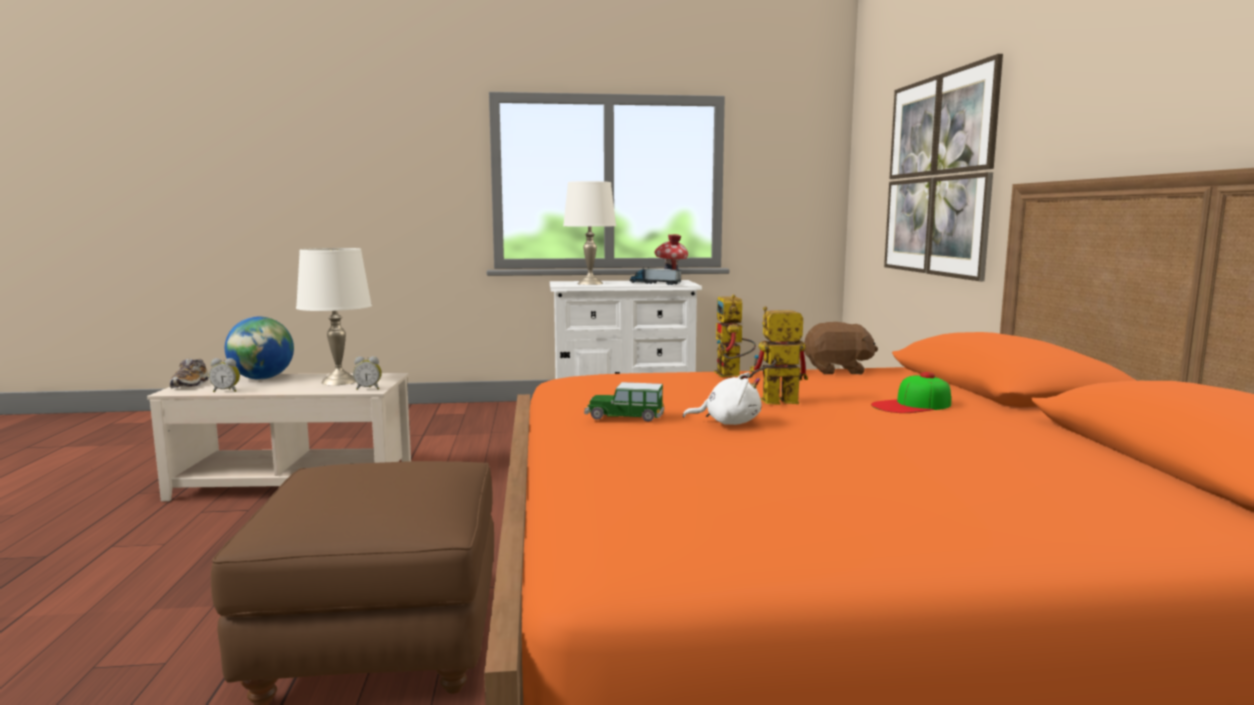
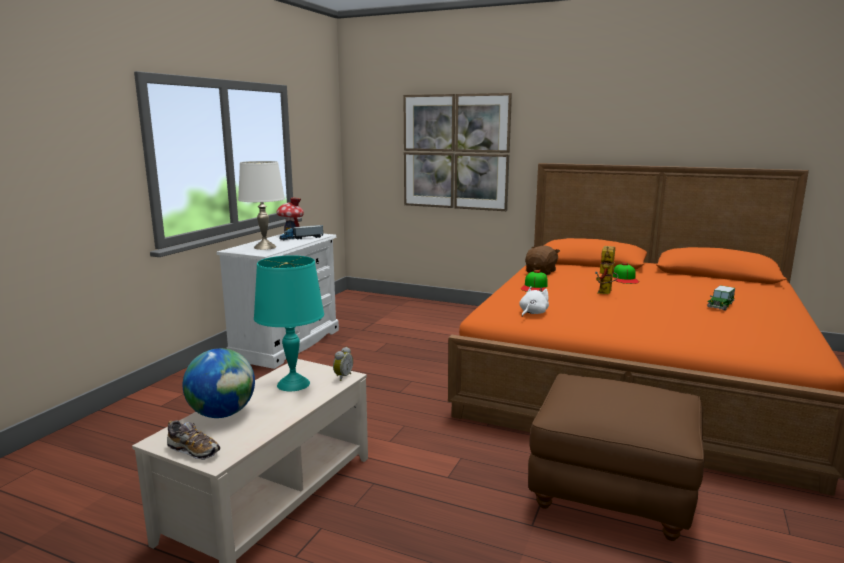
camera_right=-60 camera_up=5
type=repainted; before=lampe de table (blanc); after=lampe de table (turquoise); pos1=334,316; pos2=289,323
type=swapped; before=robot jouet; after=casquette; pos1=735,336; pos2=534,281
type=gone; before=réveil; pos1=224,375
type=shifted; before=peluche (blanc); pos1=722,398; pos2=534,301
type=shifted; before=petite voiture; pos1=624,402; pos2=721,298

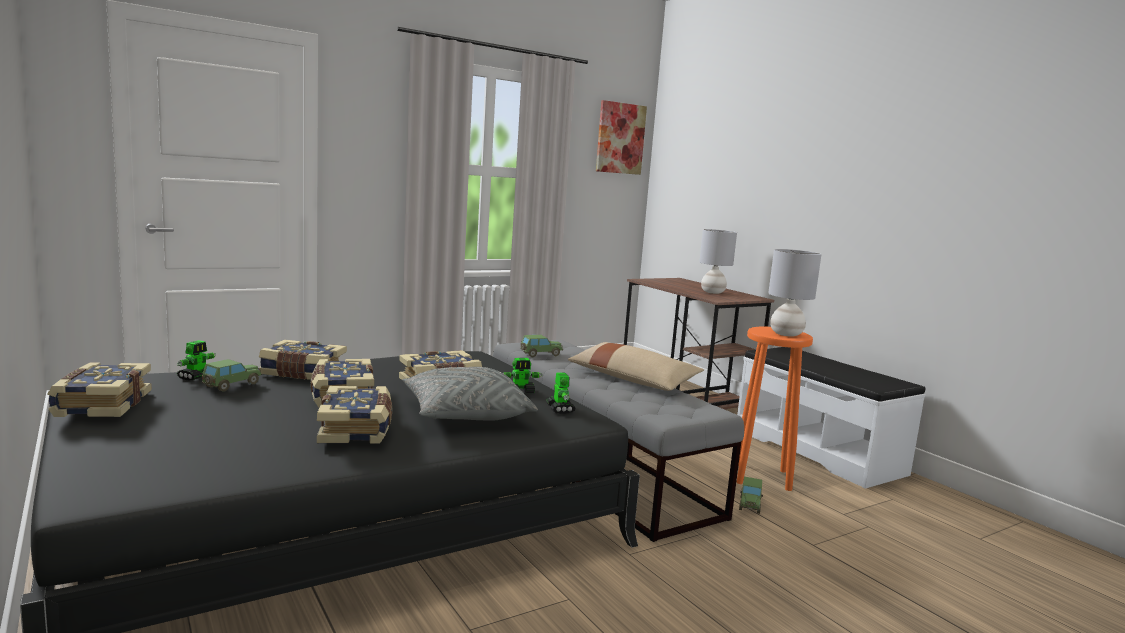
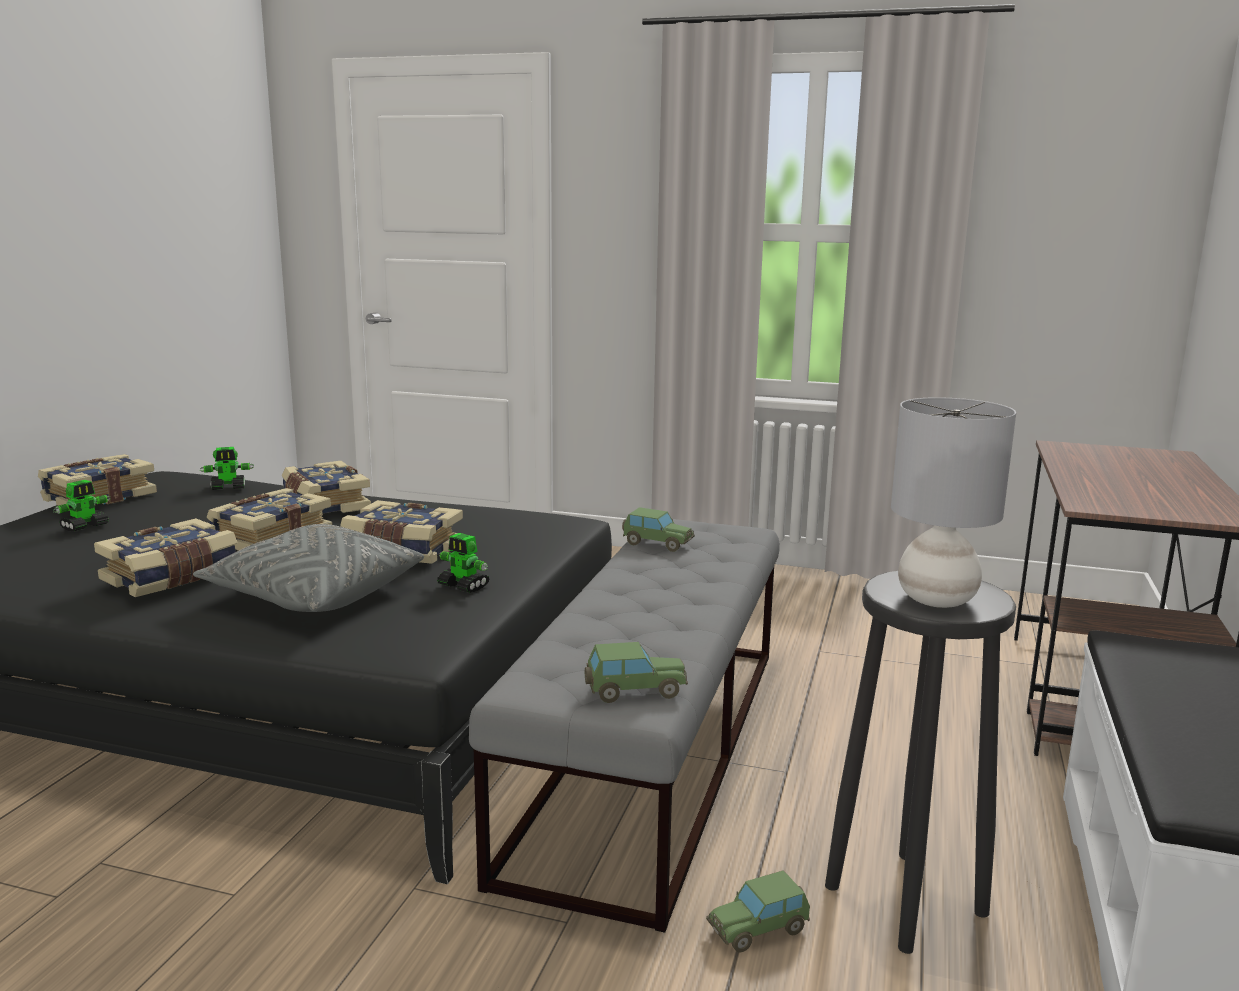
camera_right=50 camera_up=5
type=gone; before=tableau; pos1=621,137
type=gone; before=lampe de table (gris); pos1=718,261
type=repainted; before=tabouret (orange); after=tabouret (noir); pos1=775,408; pos2=920,762
type=gone; before=coussin (beige); pos1=636,366
type=shifted; before=petite voiture; pos1=232,375; pos2=636,672
type=shifted; before=robot jouet; pos1=561,393; pos2=82,505

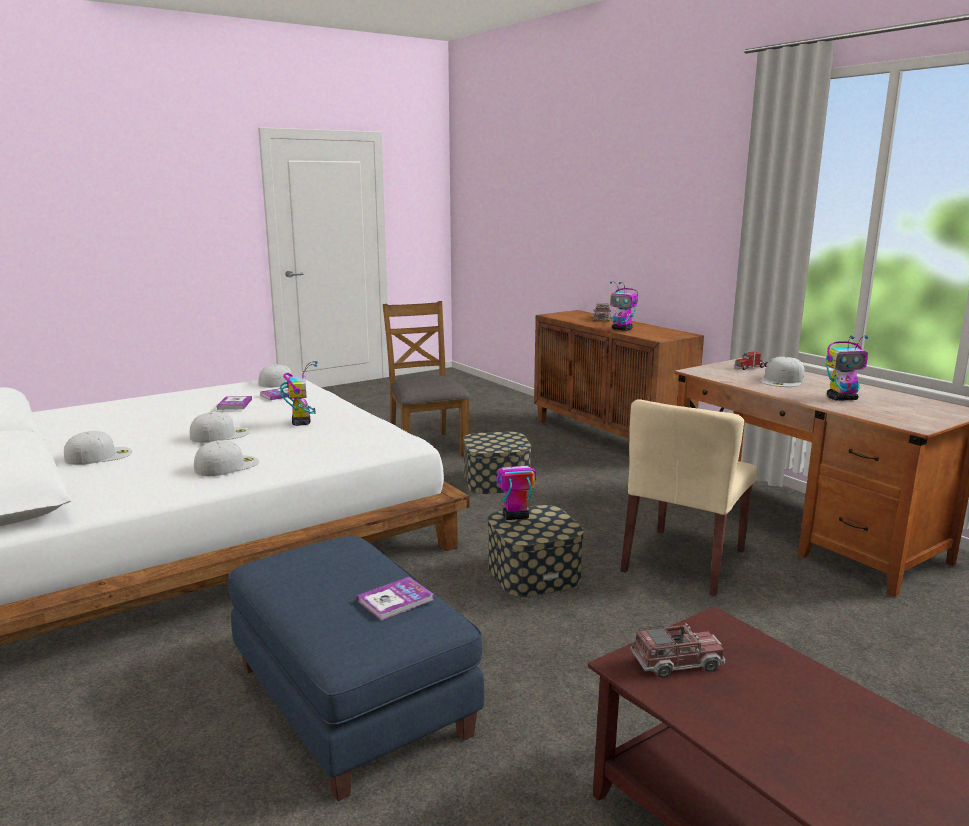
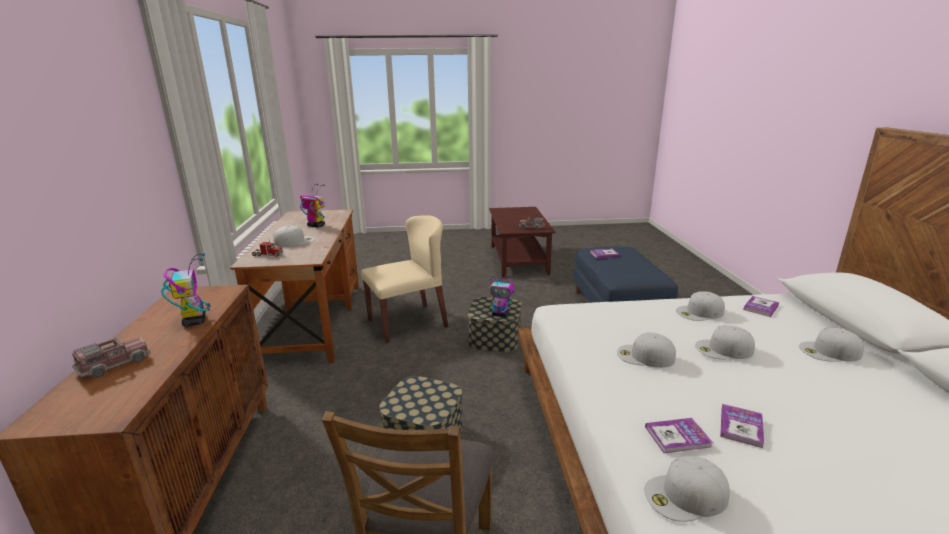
camera_right=-150 camera_up=5
type=swapped; before=robot jouet; after=casquette (blanc); pos1=299,393; pos2=646,350
type=new; after=livre; pos2=761,306

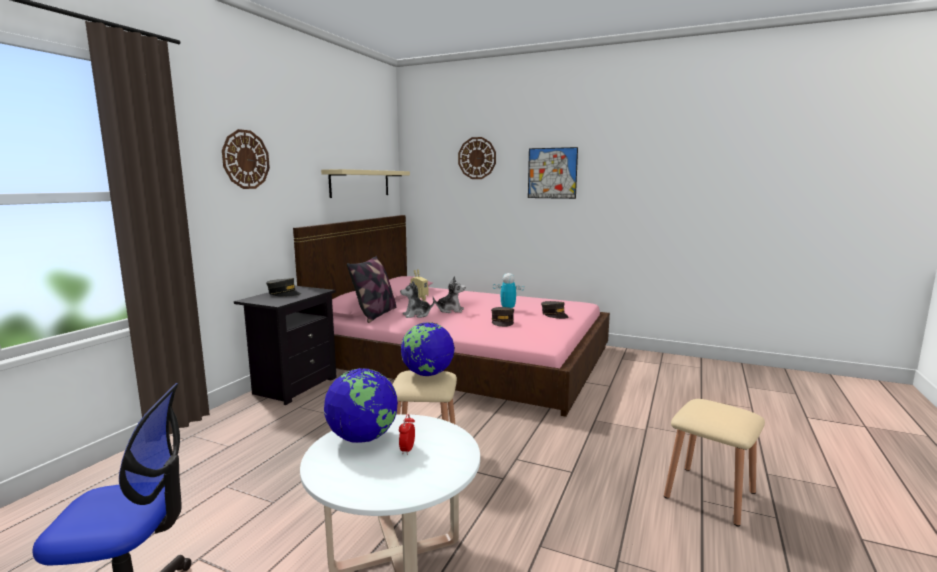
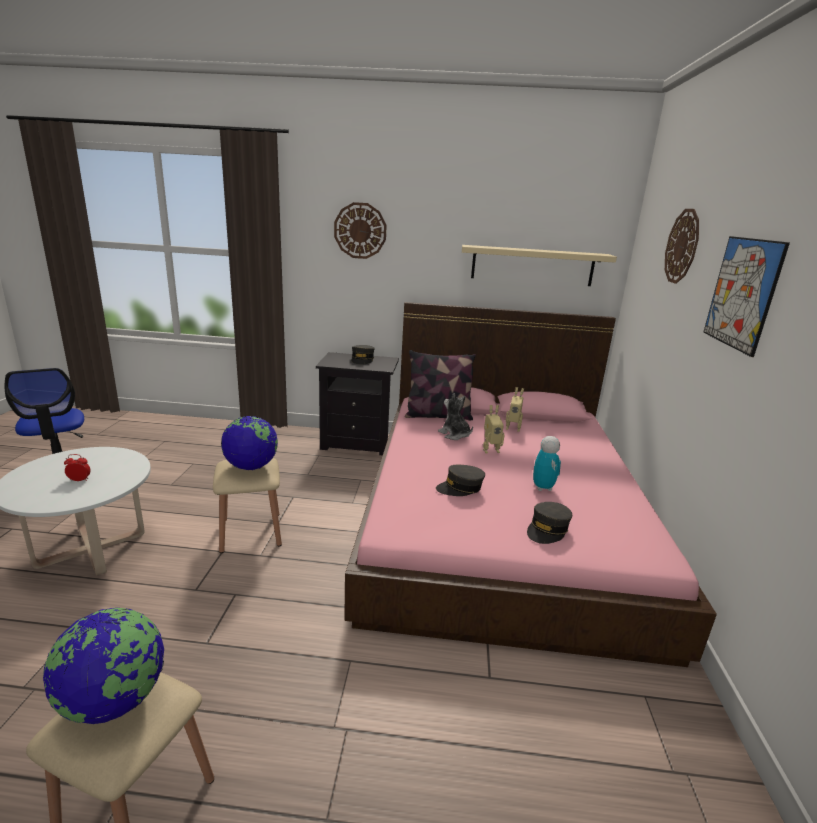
camera_right=70 camera_up=10
type=swapped; before=peluche; after=robot jouet; pos1=449,294; pos2=493,429
type=shifted; before=globe; pos1=361,405; pos2=103,666

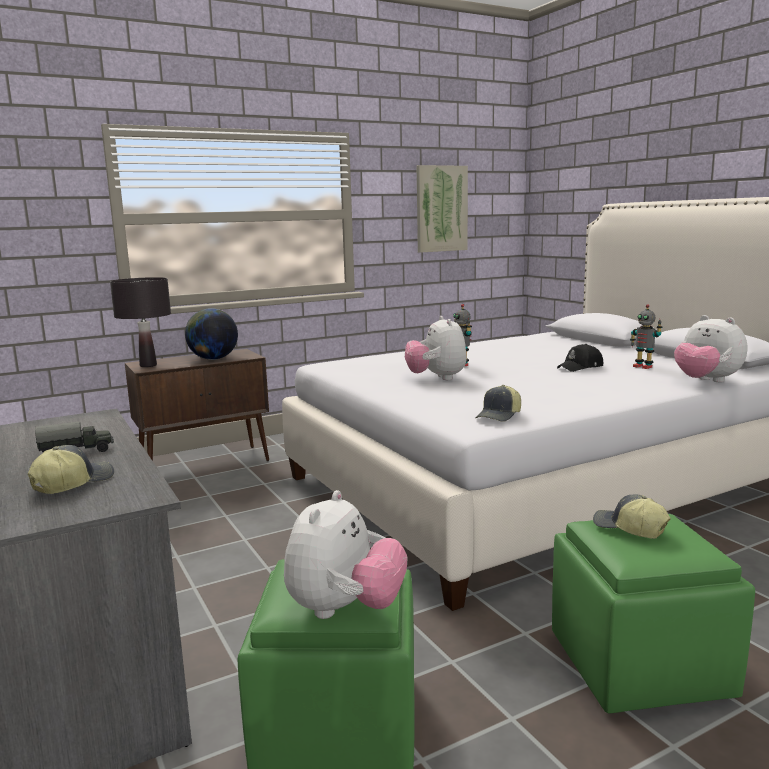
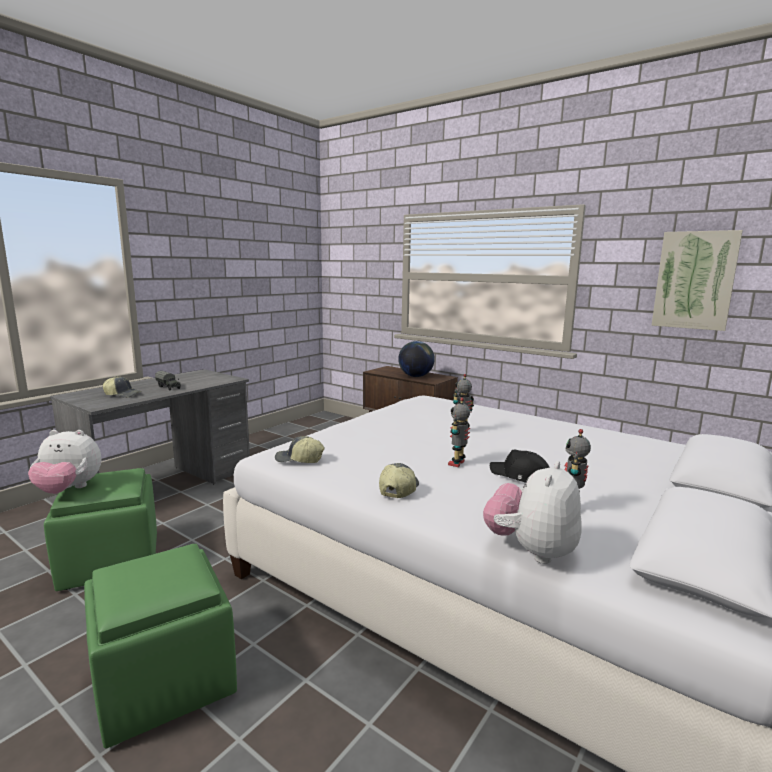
camera_right=65 camera_up=0
type=gone; before=lampe de table (noir); pos1=140,322
type=gone; before=peluche; pos1=436,348
type=shifted; before=casquette; pos1=632,517; pos2=399,480
type=new; after=robot jouet; pos2=459,432

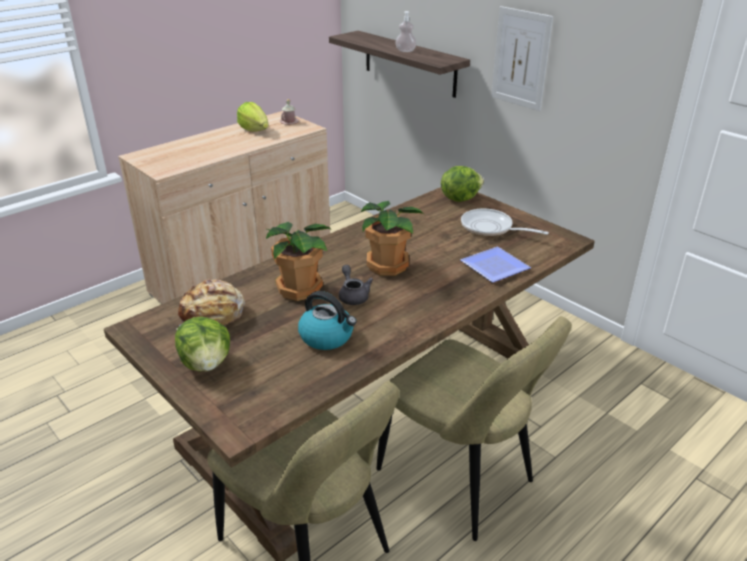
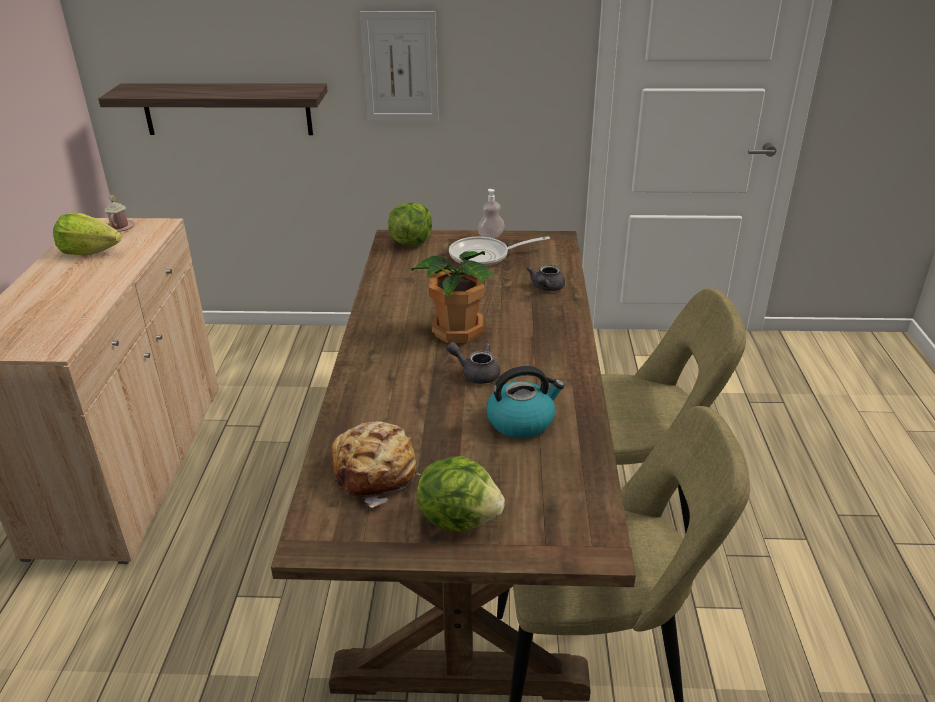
camera_right=-45 camera_up=0
type=shifted; before=distributeur de savon; pos1=406,31; pos2=491,213
type=gone; before=plante en pot; pos1=299,261
type=swapped; before=assiette; after=théière (gris); pos1=495,264; pos2=546,278

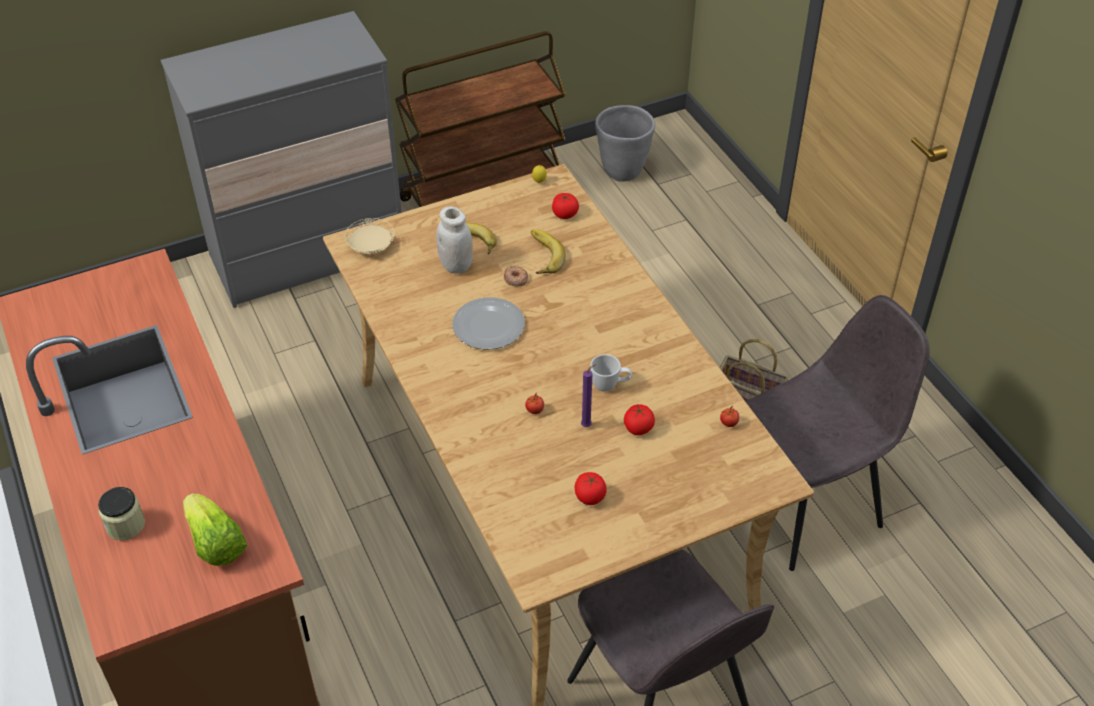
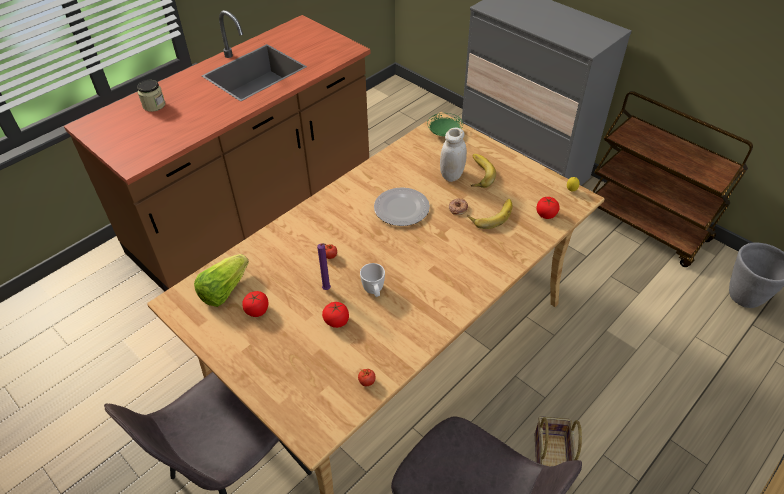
camera_right=70 camera_up=0
type=repainted; before=assiette (beige); after=assiette (vert); pos1=370,236; pos2=445,125
type=shifted; before=laitue; pos1=215,529; pos2=221,280

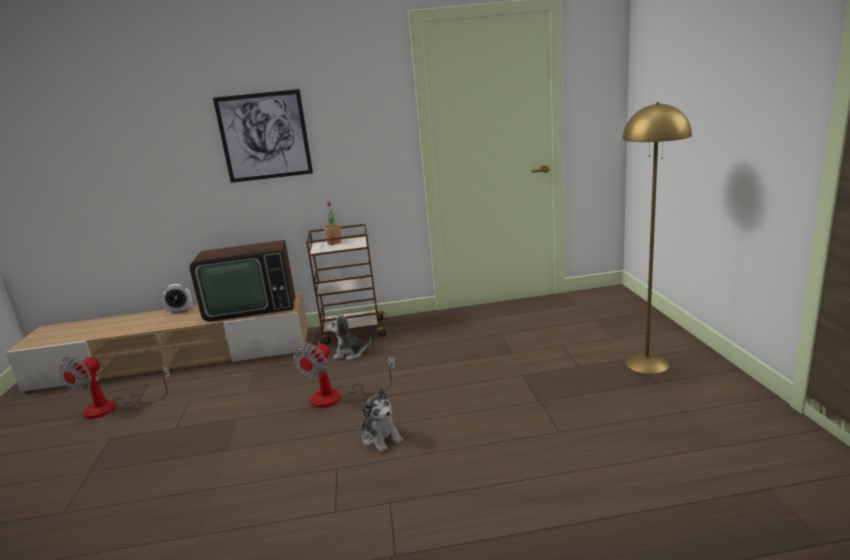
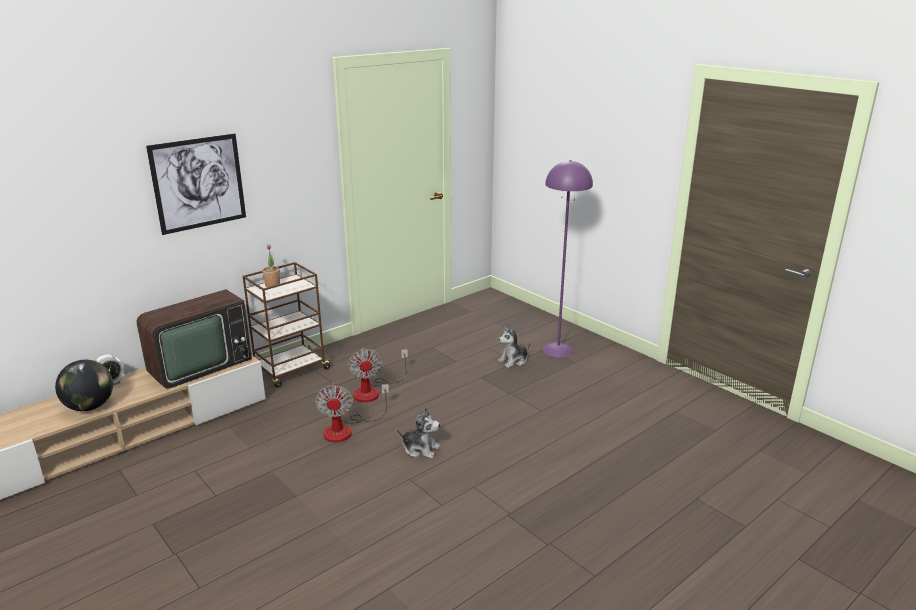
camera_right=-35 camera_up=5
type=repainted; before=lampadaire (jaune); after=lampadaire (violet); pos1=657,238; pos2=567,259
type=shifted; before=peluche; pos1=349,337; pos2=514,347
type=shifted; before=ventilateur; pos1=114,387; pos2=378,375
type=new; after=globe; pos2=84,385

